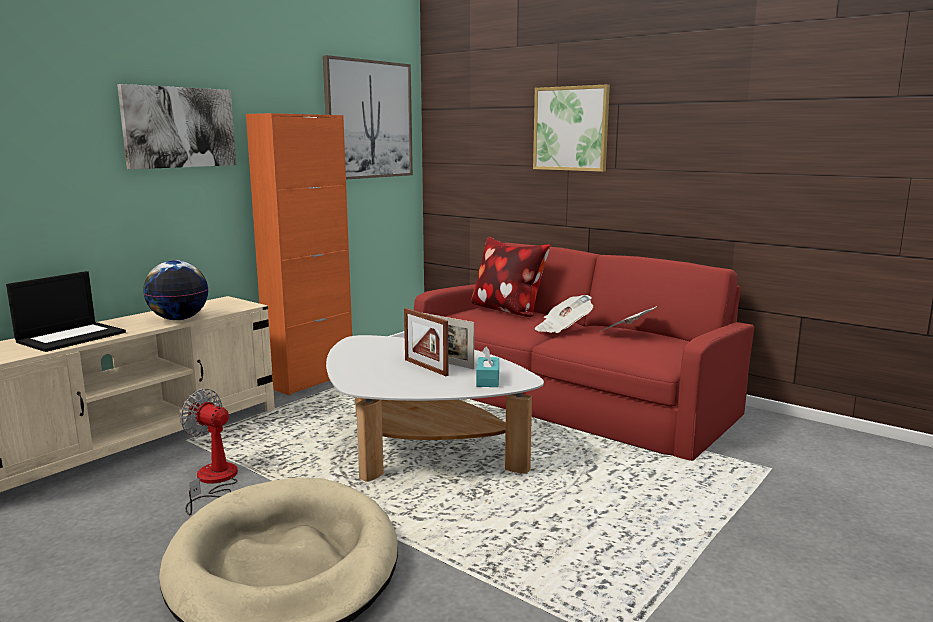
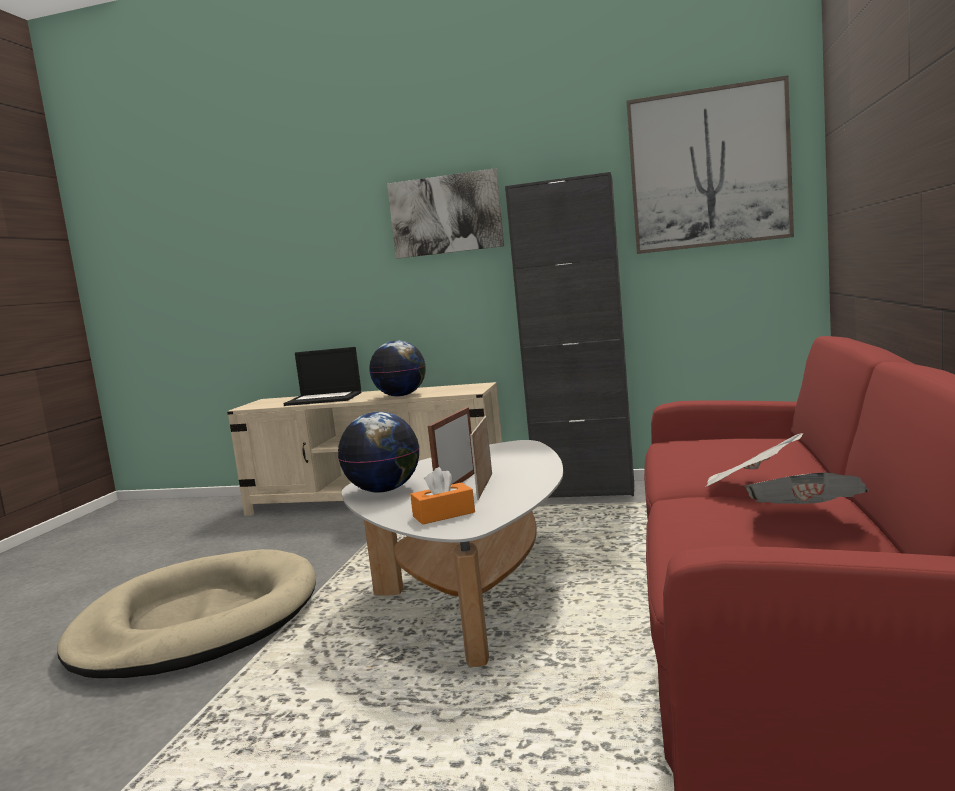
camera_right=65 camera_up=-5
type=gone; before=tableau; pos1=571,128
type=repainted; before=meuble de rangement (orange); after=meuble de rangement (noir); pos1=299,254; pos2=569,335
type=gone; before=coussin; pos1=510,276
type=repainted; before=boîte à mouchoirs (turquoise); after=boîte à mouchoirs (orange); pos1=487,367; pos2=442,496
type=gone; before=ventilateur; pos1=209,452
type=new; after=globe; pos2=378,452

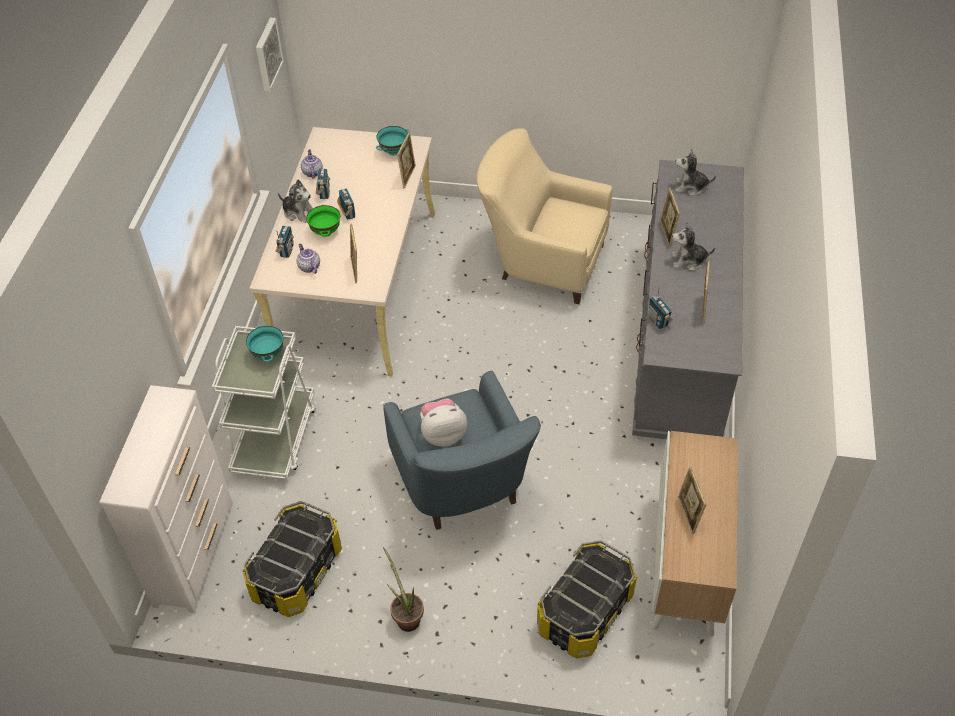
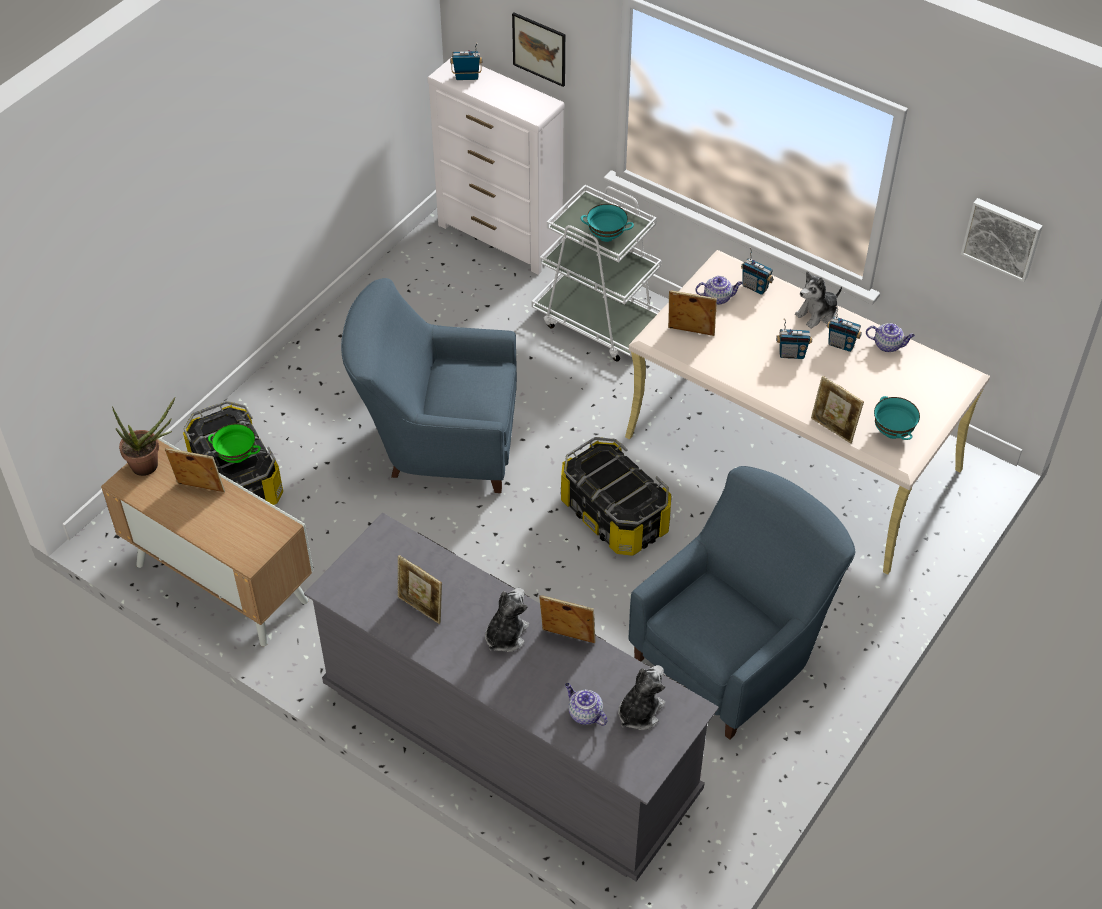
camera_right=115 camera_up=0
type=repainted; before=fauteuil (beige); after=fauteuil (bleu); pos1=545,216; pos2=741,603
type=shifted; before=bol (vert); pos1=323,221; pos2=234,443
type=shifted; before=radio; pos1=661,307; pos2=466,61
type=gone; before=peluche; pos1=443,422
type=shifted; before=boîte de rangement; pos1=292,559; pos2=616,496
type=shifted; before=plante en pot; pos1=403,589; pos2=143,436
type=new; after=tableau; pos2=538,50
type=new; after=théière; pos2=586,704

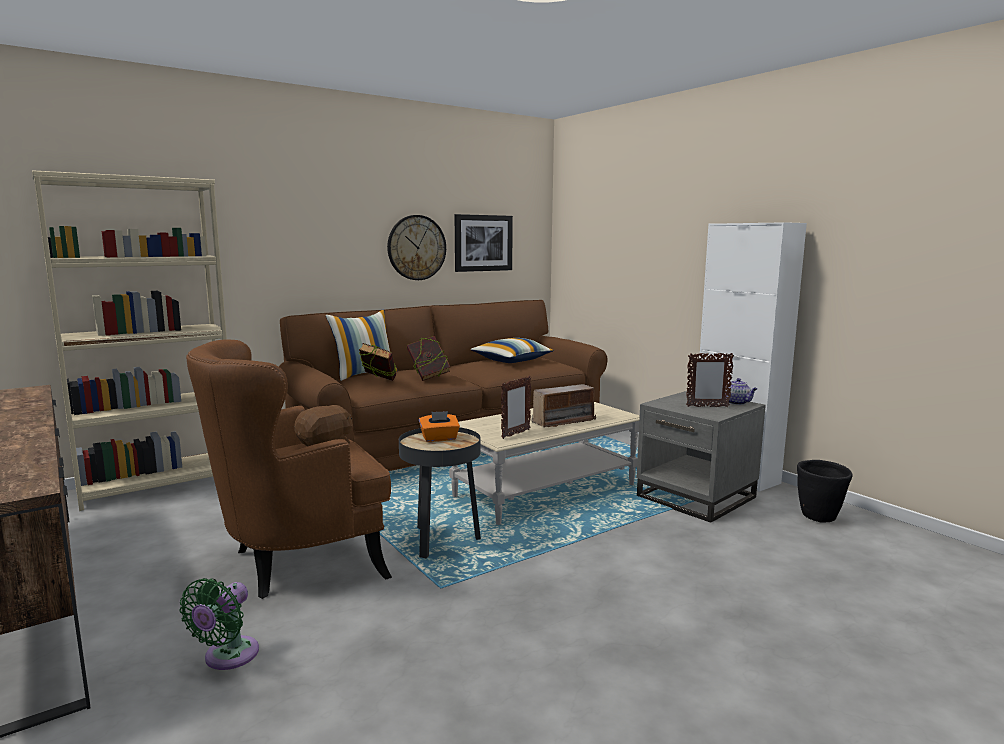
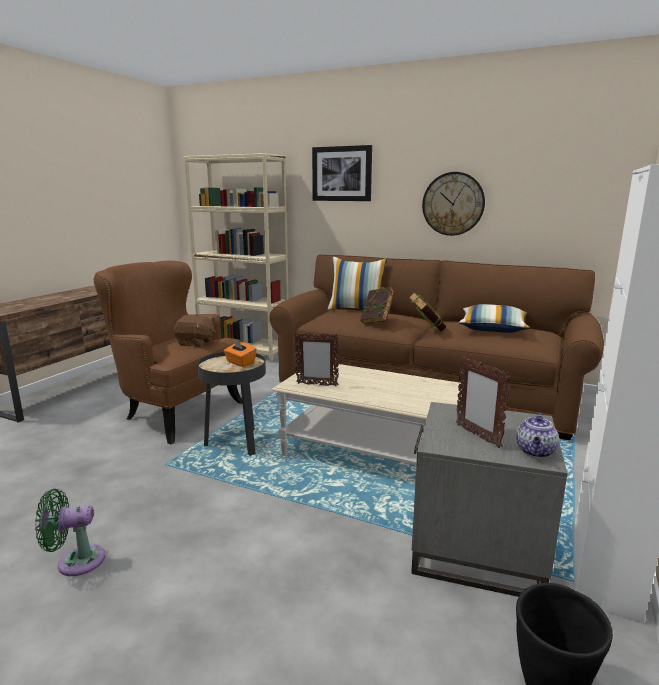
camera_right=60 camera_up=5
type=shifted; before=tableau; pos1=484,243; pos2=342,173
type=shifted; before=livre; pos1=378,362; pos2=427,312
type=gone; before=radio; pos1=563,406
type=shifted; before=ventilateur (vert); pos1=219,624; pos2=70,532

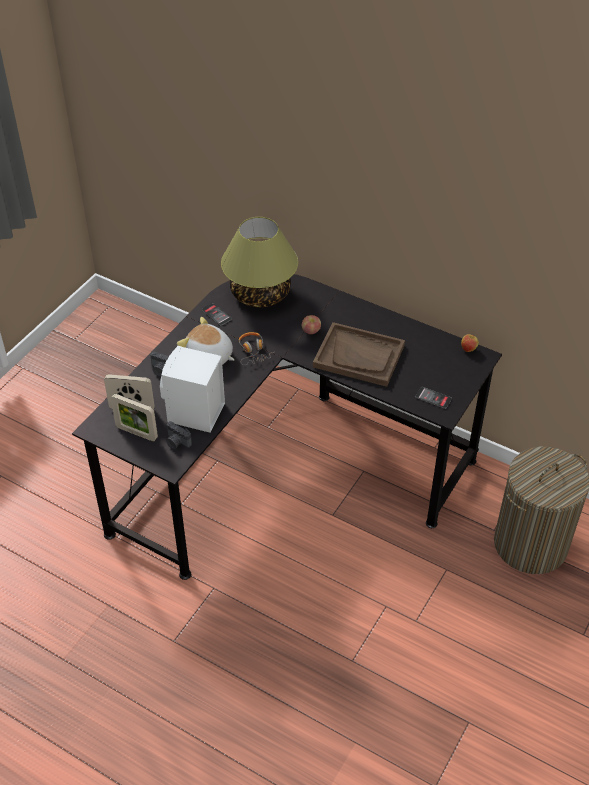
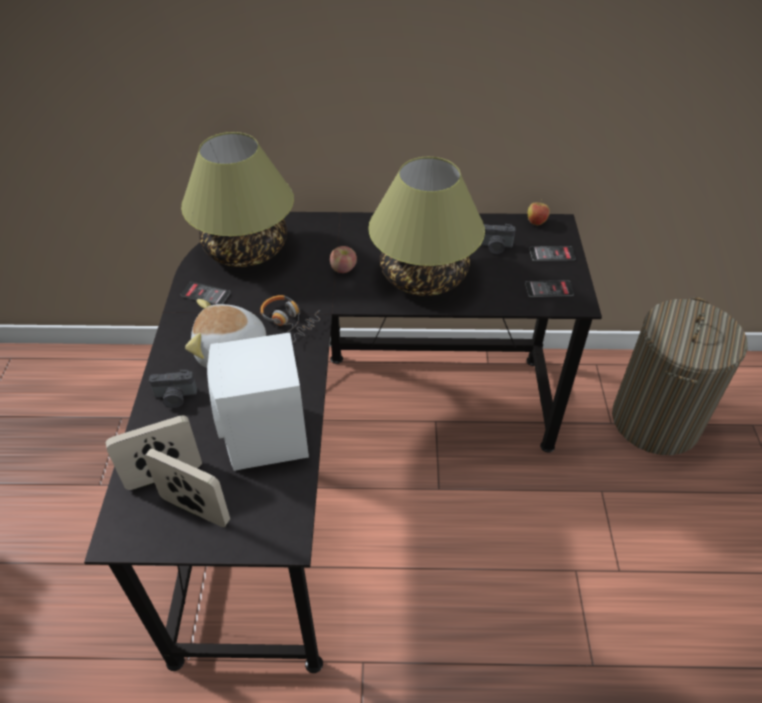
camera_right=-30 camera_up=0
type=swapped; before=plateau (marron); after=lampe de table; pos1=359,354; pos2=426,226
type=rotated; before=cadre photo; pos1=134,417; pos2=187,488; turn=-150
type=shifted; before=appareil photo; pos1=179,435; pos2=498,239
type=new; after=téléphone; pos2=552,253

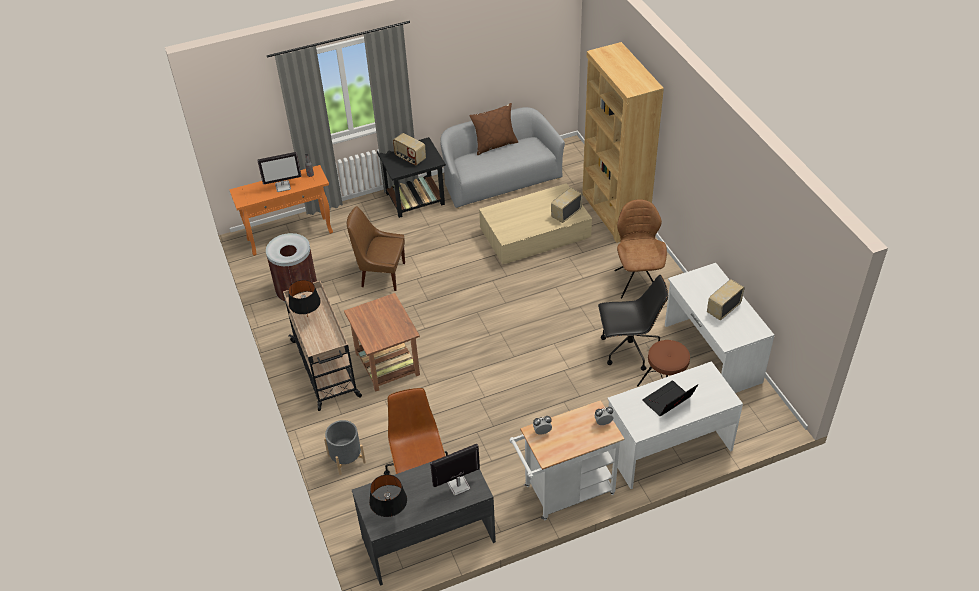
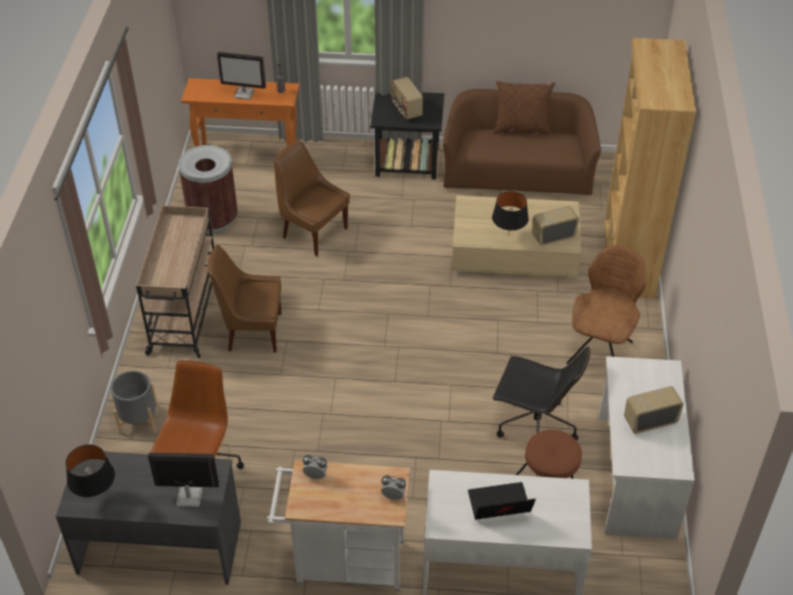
camera_right=25 camera_up=0
type=repainted; before=canapé (gris); after=canapé (marron); pos1=502,158; pos2=522,143
type=shifted; before=lampe de table (noir); pos1=304,298; pos2=510,213
type=swapped; before=table d'appoint (marron); after=chaise (marron); pos1=382,342; pos2=244,299

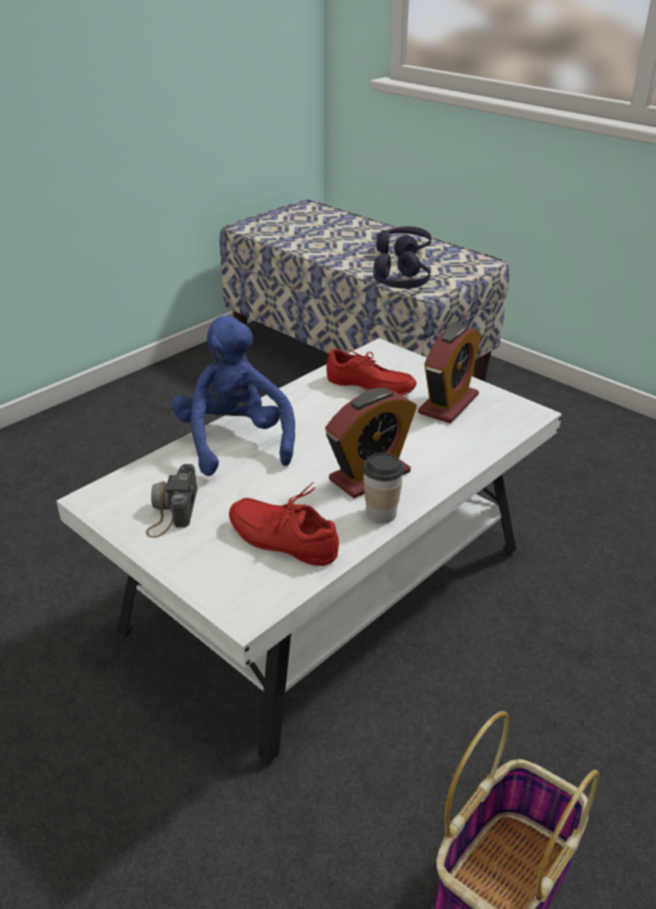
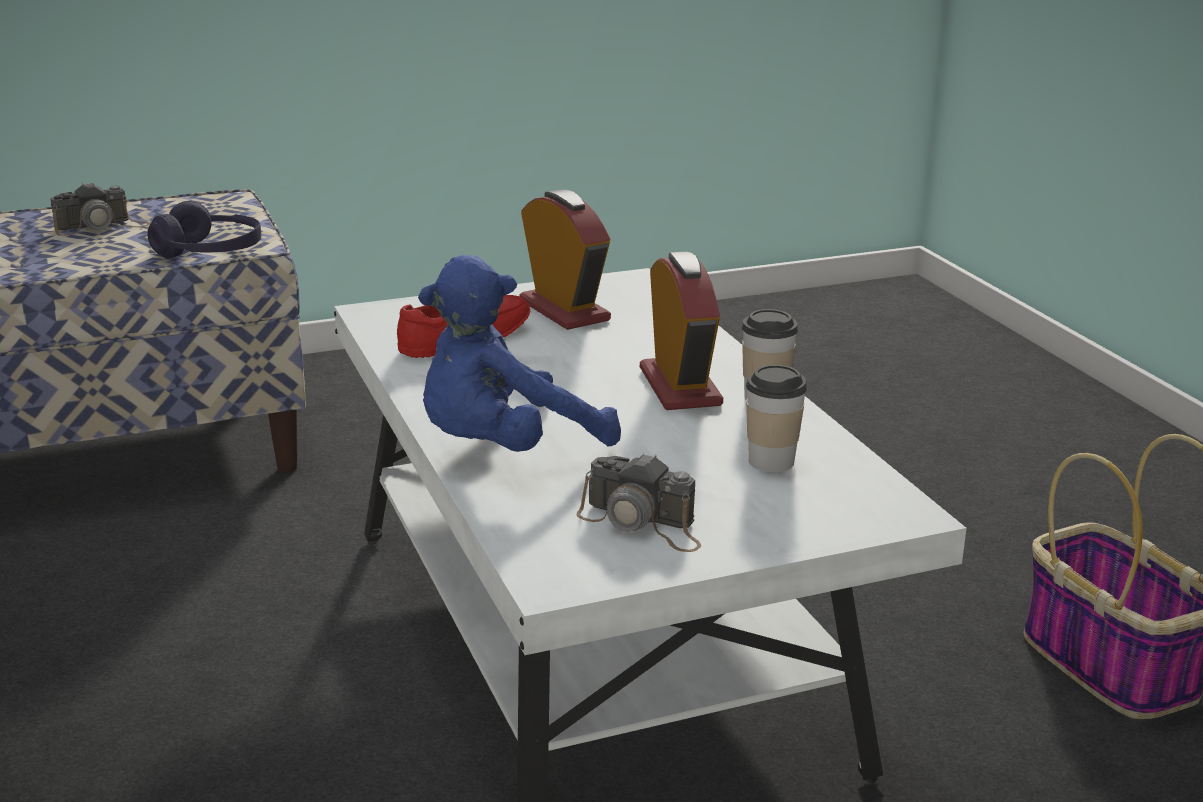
camera_right=-65 camera_up=-10
type=swapped; before=casque audio (violet); after=appareil photo; pos1=403,242; pos2=100,209
type=rotated; before=peluche (bleu); pos1=233,396; pos2=519,353; turn=-45
type=swapped; before=chaussure (rouge); after=tasse; pos1=284,524; pos2=776,418

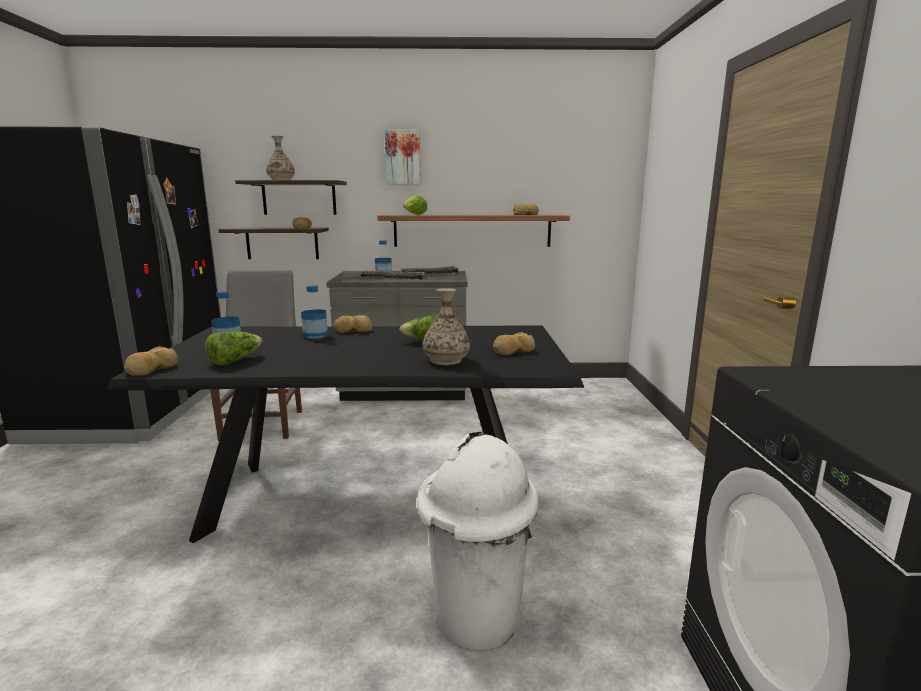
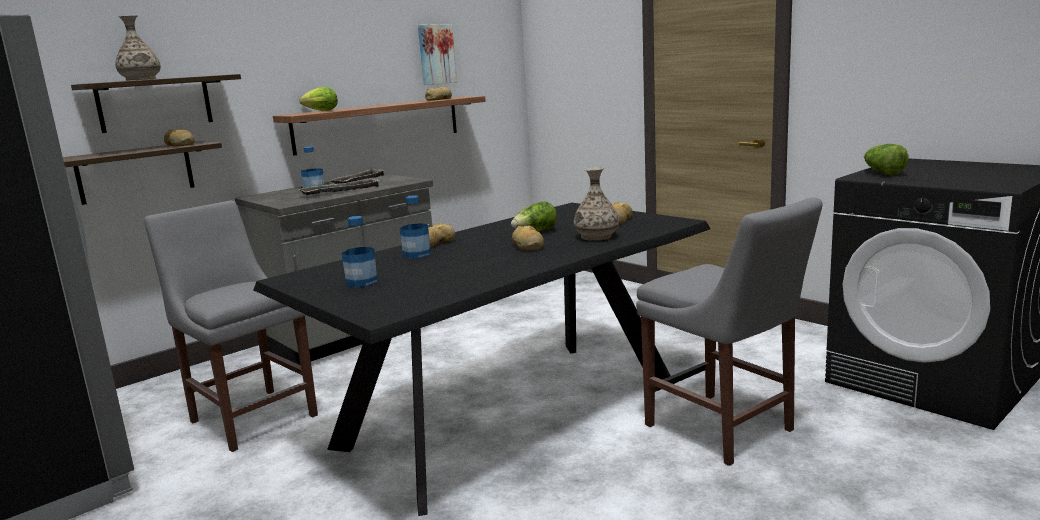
camera_right=-40 camera_up=0
type=shifted; before=tableau; pos1=403,156; pos2=437,54
type=shifted; before=laitue; pos1=234,348; pos2=886,160
type=shifted; before=pain; pos1=151,361; pos2=528,238
type=swapped; before=poubelle (blanc); after=chaise (gris); pos1=478,541; pos2=729,331

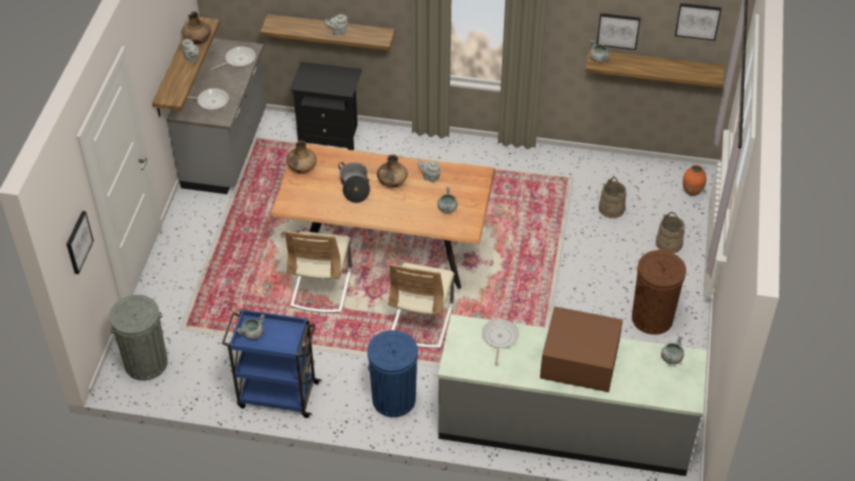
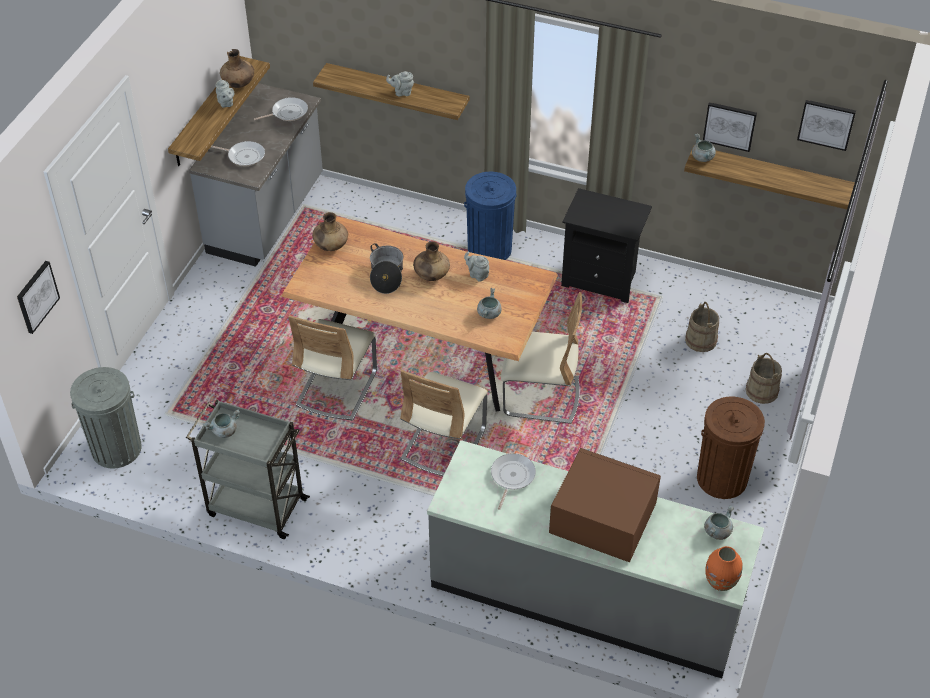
camera_right=10 camera_up=0
type=shifted; before=table de chevet (noir); pos1=326,106; pos2=606,245
type=shifted; before=vase (orange); pos1=694,180; pos2=724,568
type=repainted; before=chariot (bleu); after=chariot (gris); pos1=272,363; pos2=248,469
type=shifted; before=poubelle (bleu); pos1=392,373; pos2=490,216
type=new; after=chaise (beige); pos2=541,358

